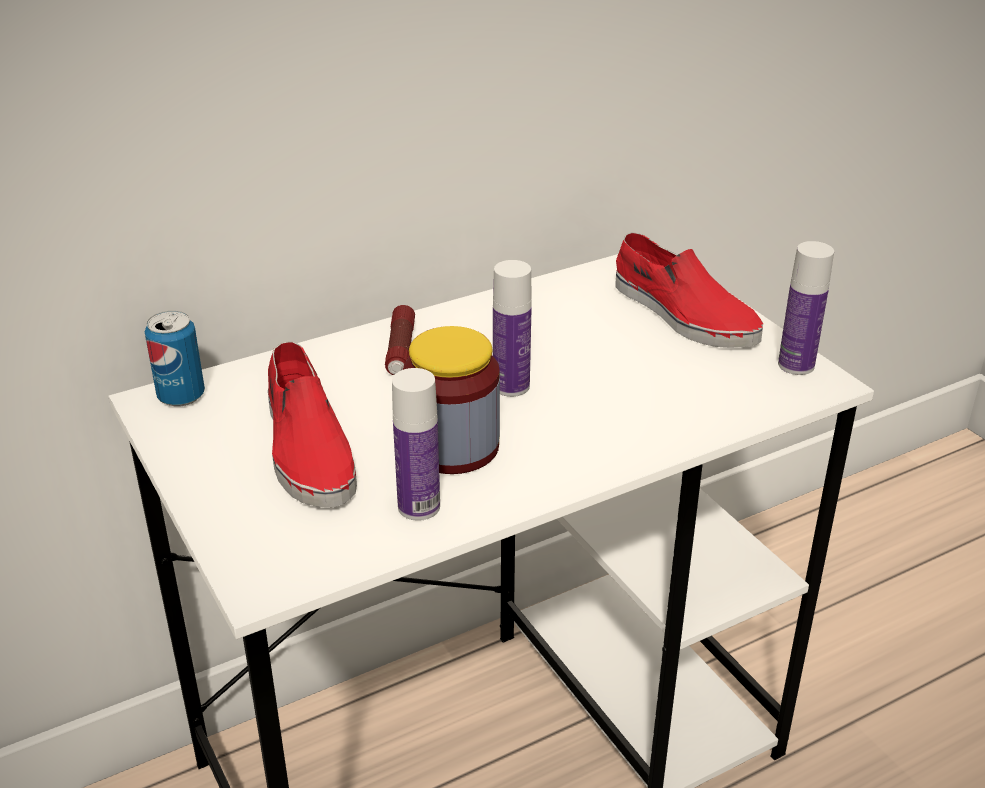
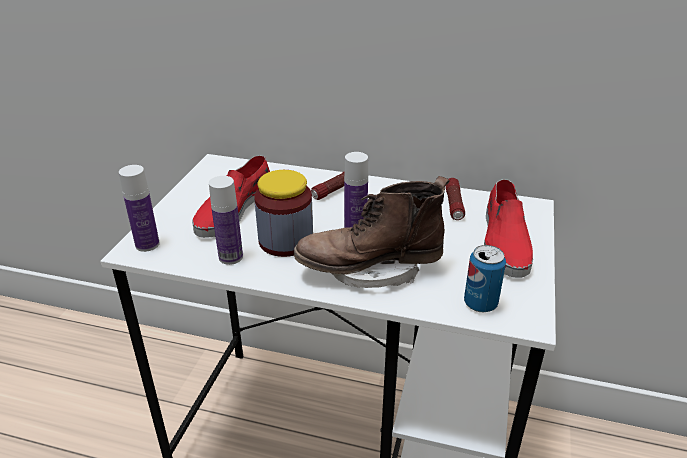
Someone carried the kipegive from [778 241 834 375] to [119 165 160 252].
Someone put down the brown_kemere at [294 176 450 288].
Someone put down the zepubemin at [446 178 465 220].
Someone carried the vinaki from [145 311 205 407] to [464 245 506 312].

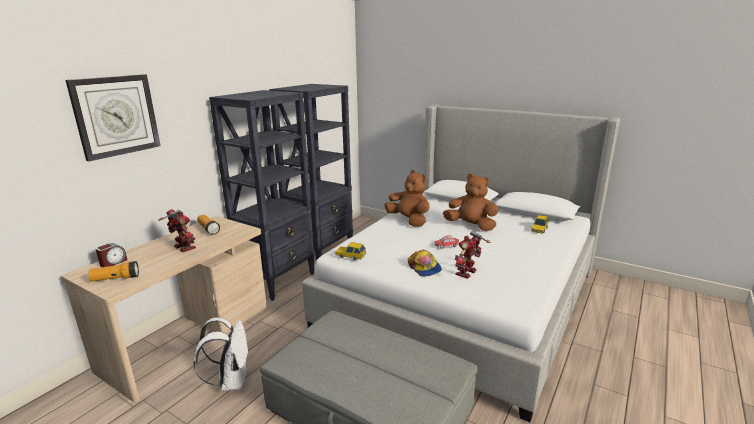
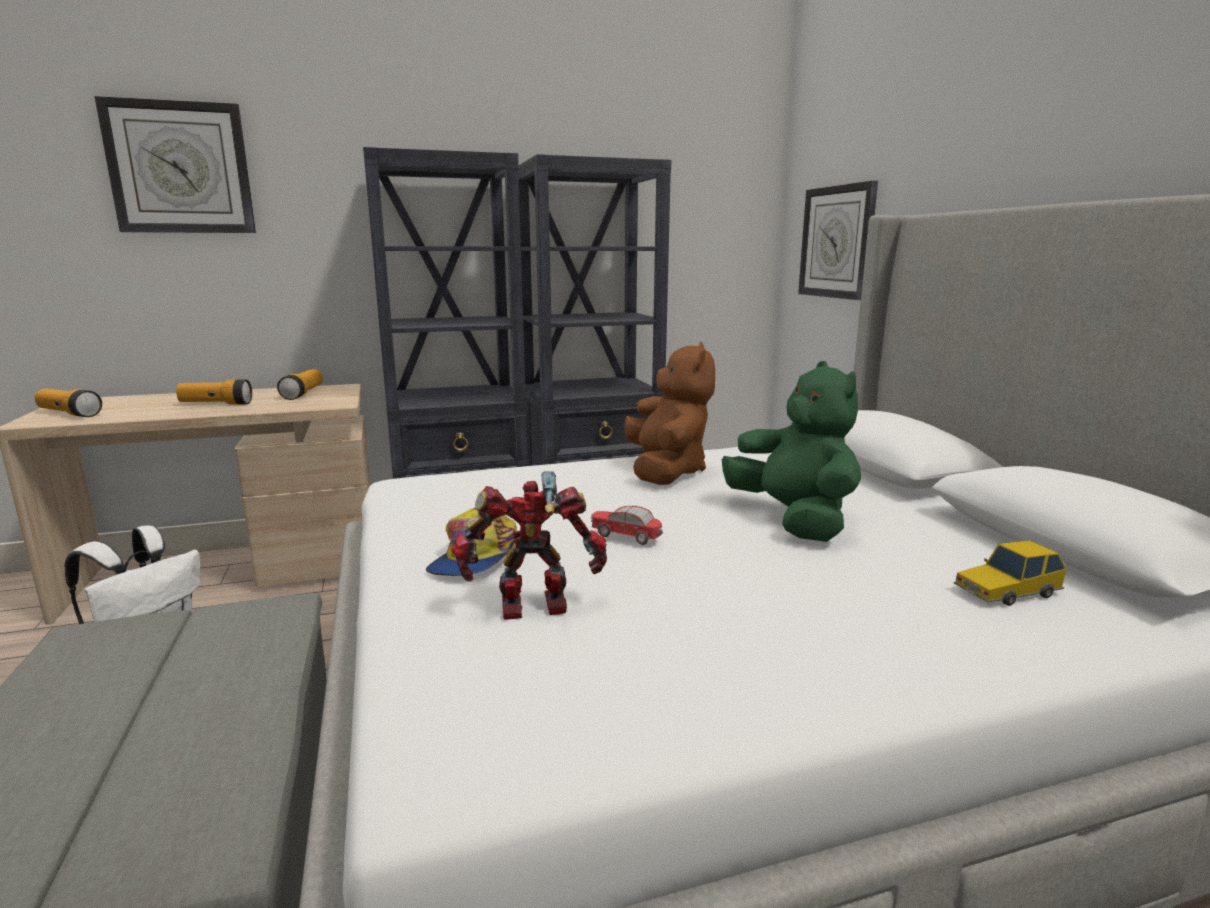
Someone swapped the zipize at [158 209 196 252] for the zepubemin at [176 379 252 405].
Someone repainted the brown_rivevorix at [443 174 499 231], which became the green_rivevorix at [722 361 861 542].
Someone put up the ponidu at [798 181 878 300].
Someone took away the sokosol at [96 243 127 267].
Someone took away the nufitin at [335 242 366 260].

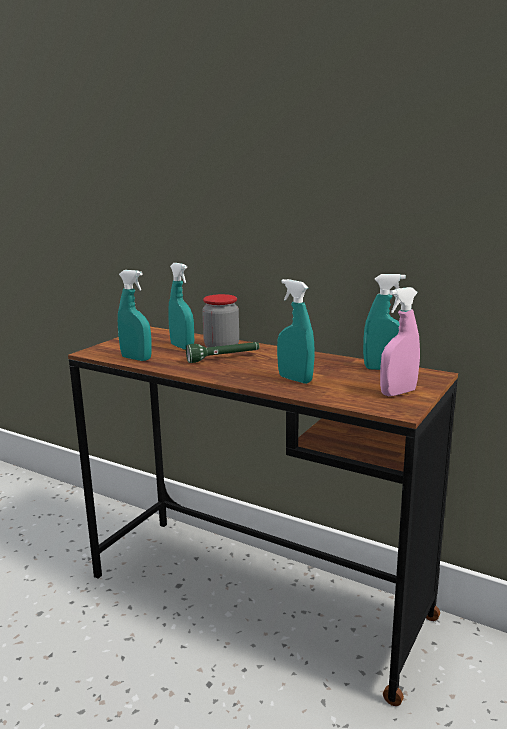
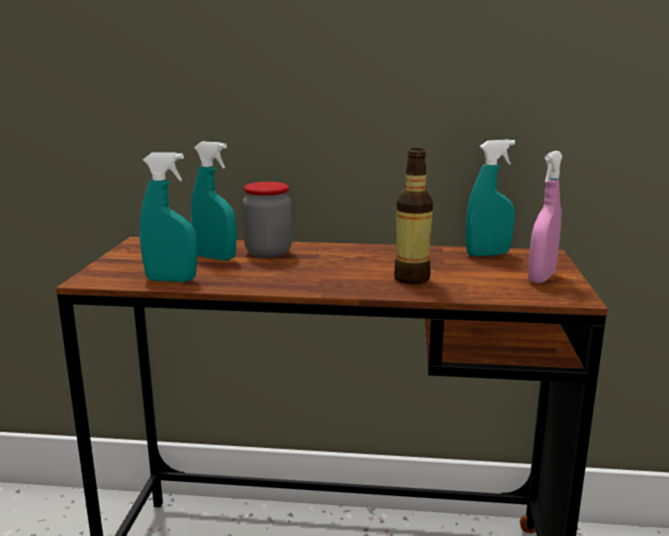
Someone swapped the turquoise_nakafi at [277 279 315 384] for the kipegive at [394 148 433 284].
Someone took away the green_zepubemin at [186 342 260 363].

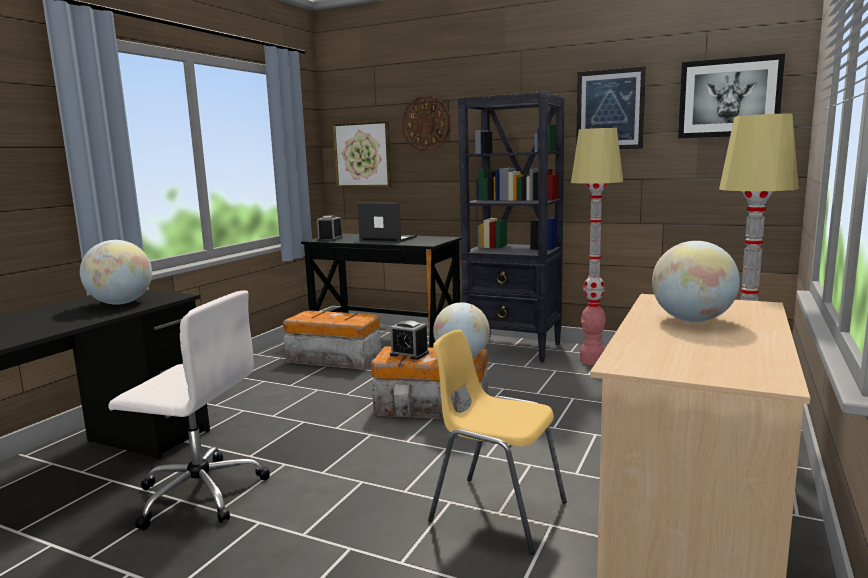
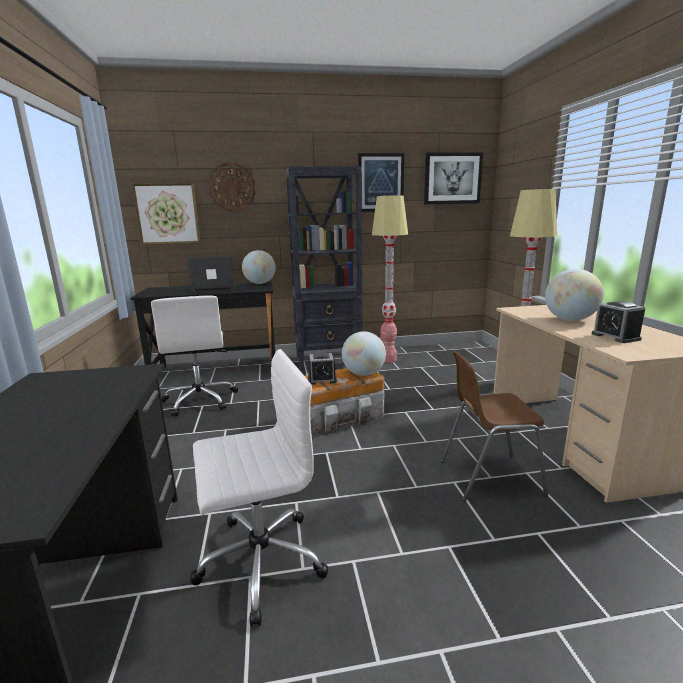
Someone swapped the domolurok at [283 311 381 370] for the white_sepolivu at [151 295 238 416].
Someone carried the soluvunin from [80 240 152 305] to [242 250 276 284].
Someone repainted the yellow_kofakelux at [428 330 567 554], which became the brown_kofakelux at [441 351 548 501].
Someone carried the sokosol from [317 216 342 241] to [592 301 645 343].

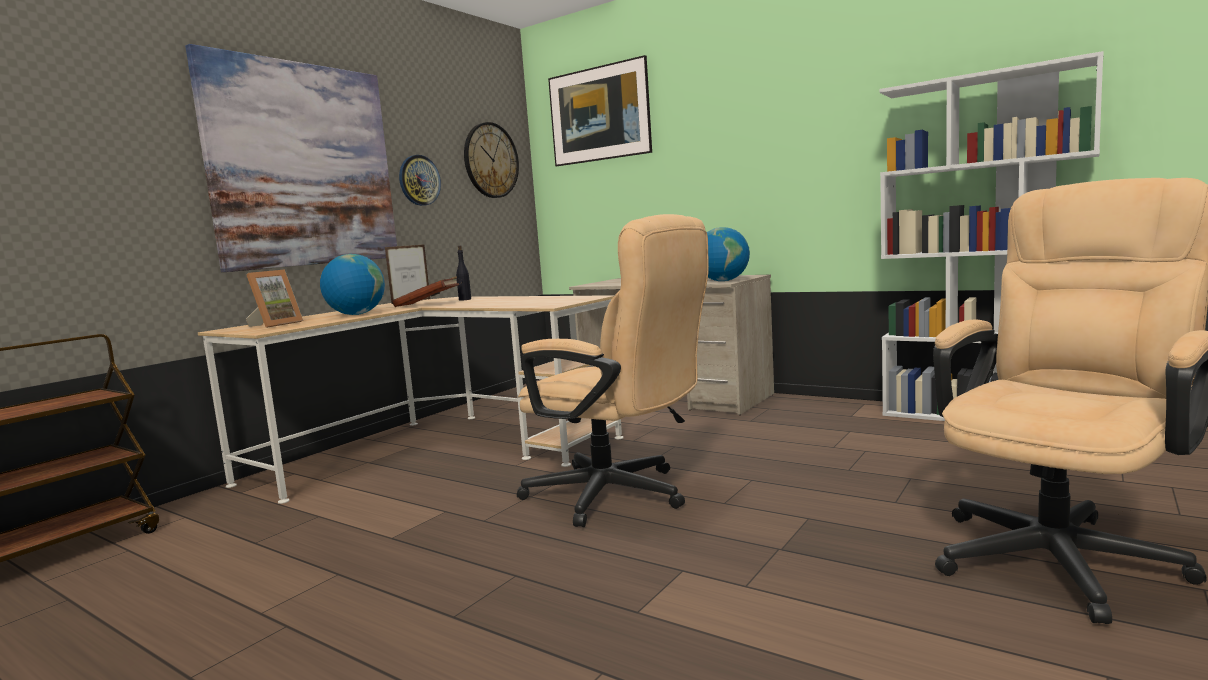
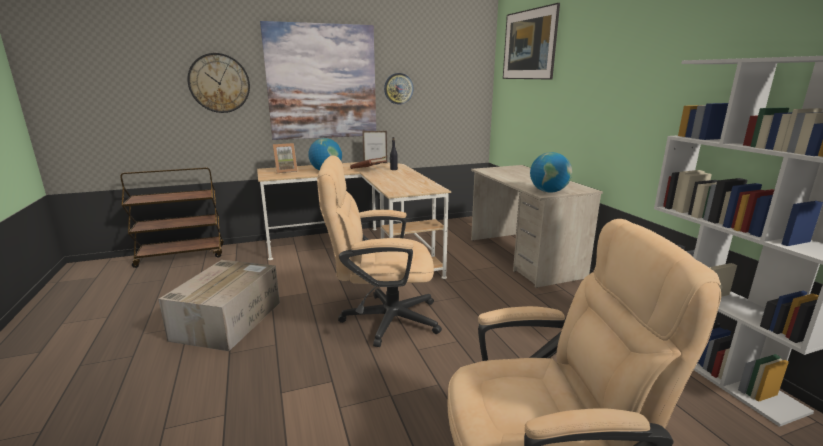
Someone put down the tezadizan at [158 260 280 351].
Someone carried the ponidu from [464 122 519 198] to [187 53 250 113].
Someone rotated the beige_sepolivu at [517 214 709 527] by 105 degrees clockwise.

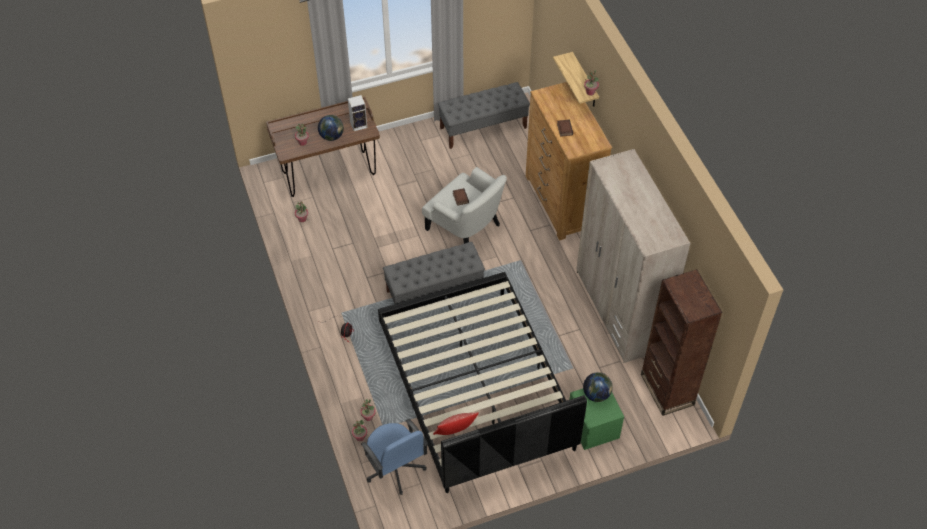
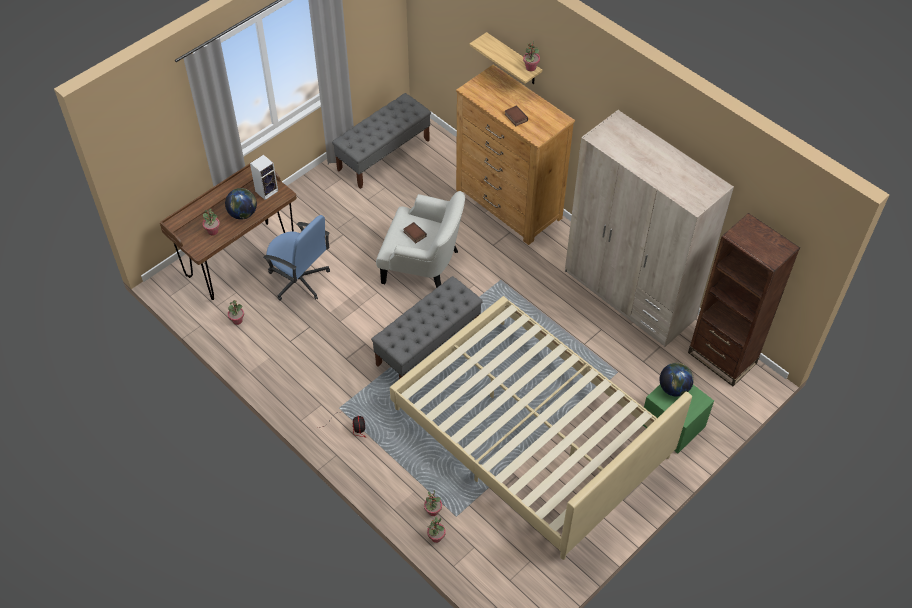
Someone carried the blue_sepolivu from [361 419 428 495] to [263 215 330 301].
Someone repainted the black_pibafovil at [378 272 587 493], which became the beige_pibafovil at [390 296 692 560].
Someone took away the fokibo at [433 412 479 435].

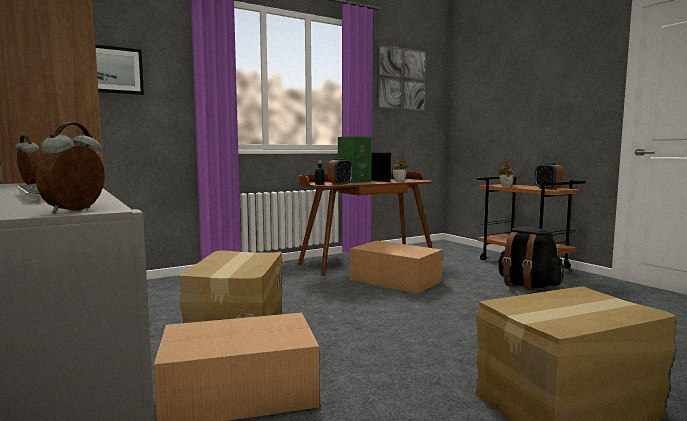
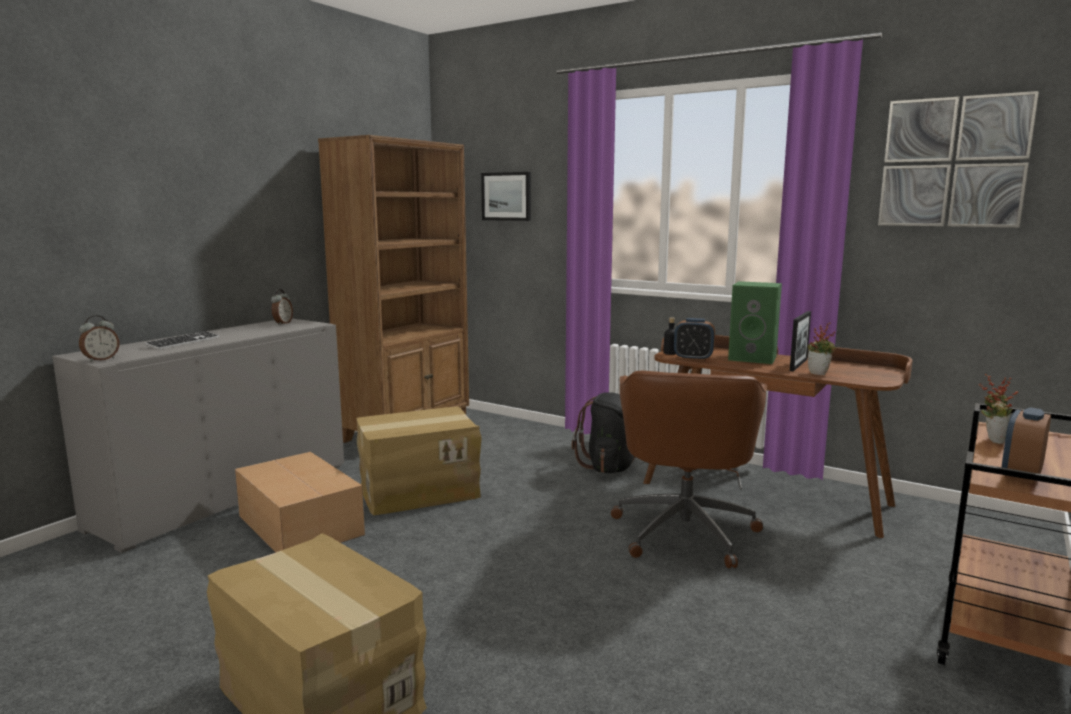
Someone rotated the sokosol at [36 122 105 213] by 135 degrees clockwise.
Someone carried the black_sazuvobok from [498 227 564 291] to [572 392 635 473].
Someone swapped the tezadizan at [350 241 443 294] for the brown_sepolivu at [611 371 767 568].

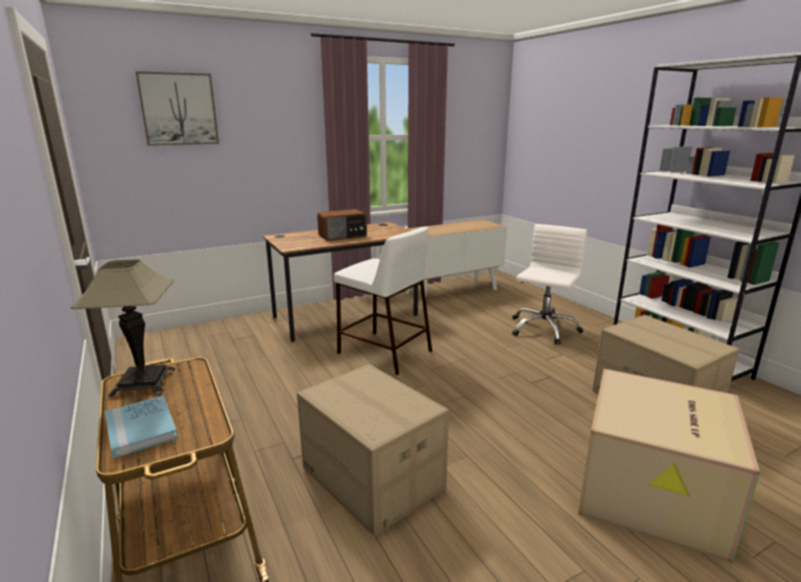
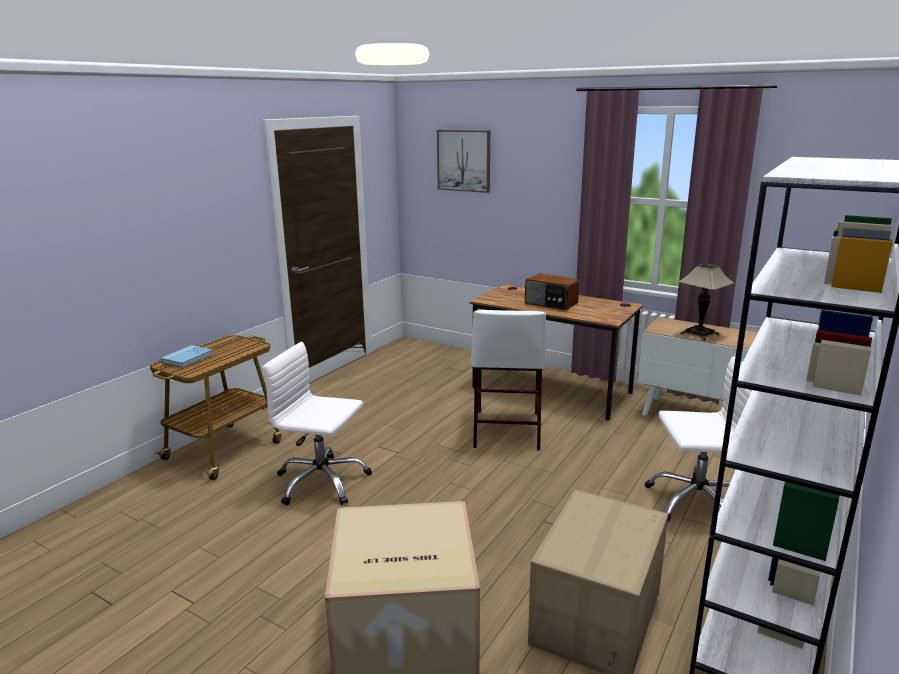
Someone swapped the tezadizan at [297 364 449 537] for the white_sepolivu at [262 342 372 505].
Someone carried the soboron from [71 259 175 397] to [678 264 735 341].

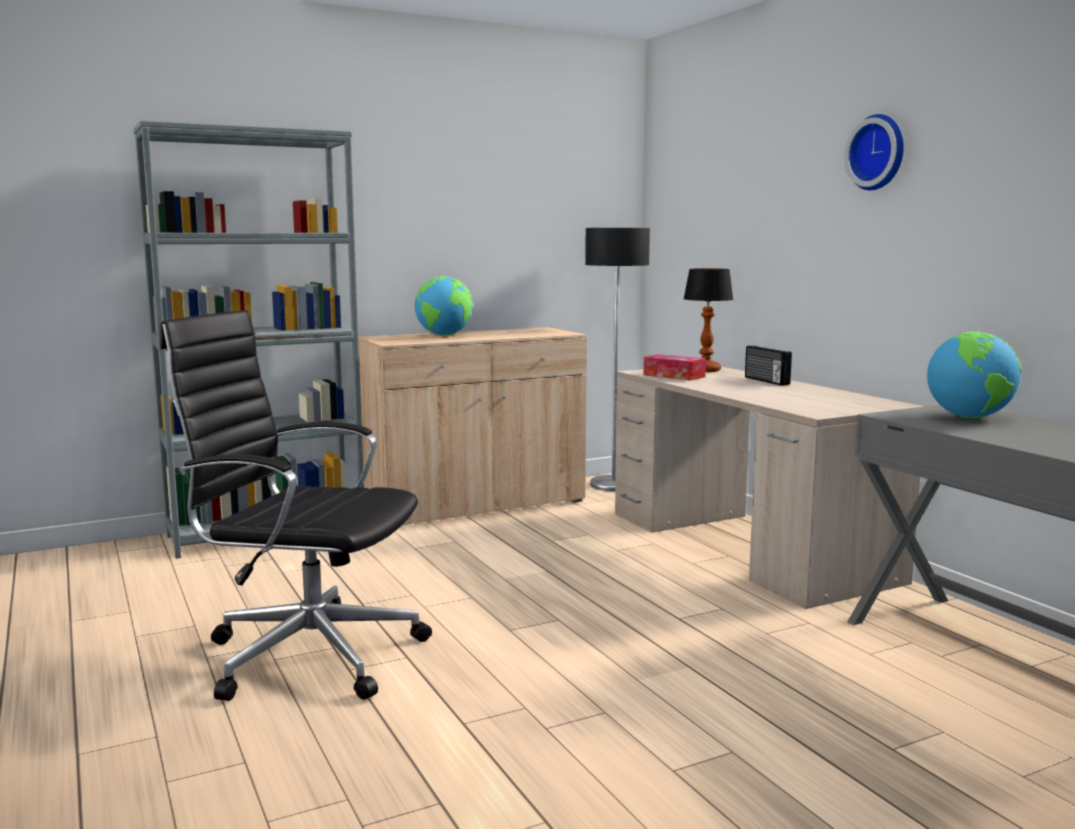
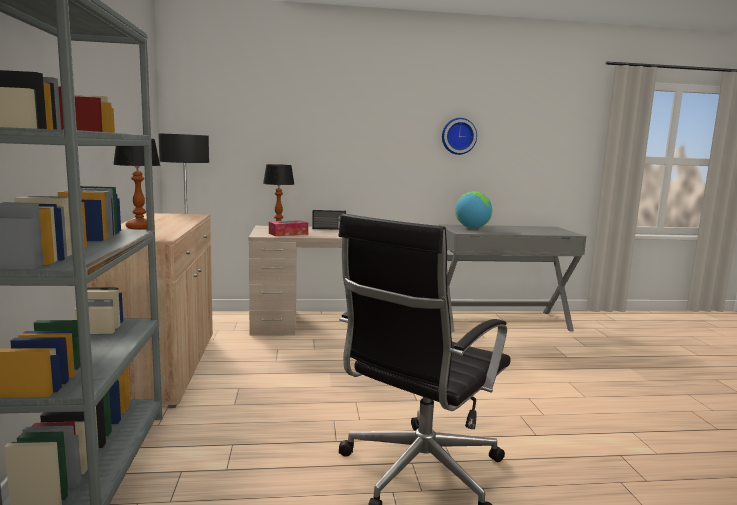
Someone swapped the soluvunin at [415 276 473 336] for the soboron at [113 139 160 229].
Someone carried the ponidu from [844 114 904 190] to [442 118 477 155].

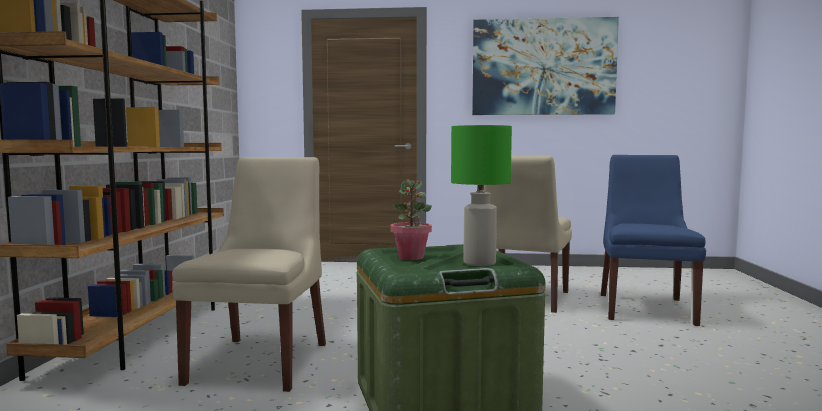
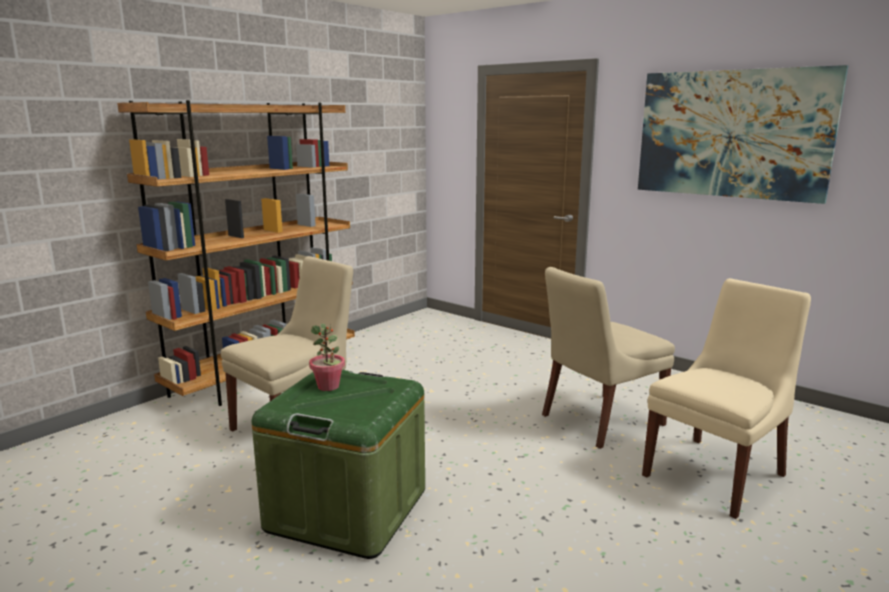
Someone repainted the blue_kofakelux at [601 155 706 326], which became the beige_kofakelux at [642 278 811 519].
Someone took away the green_soboron at [451 125 512 266].

